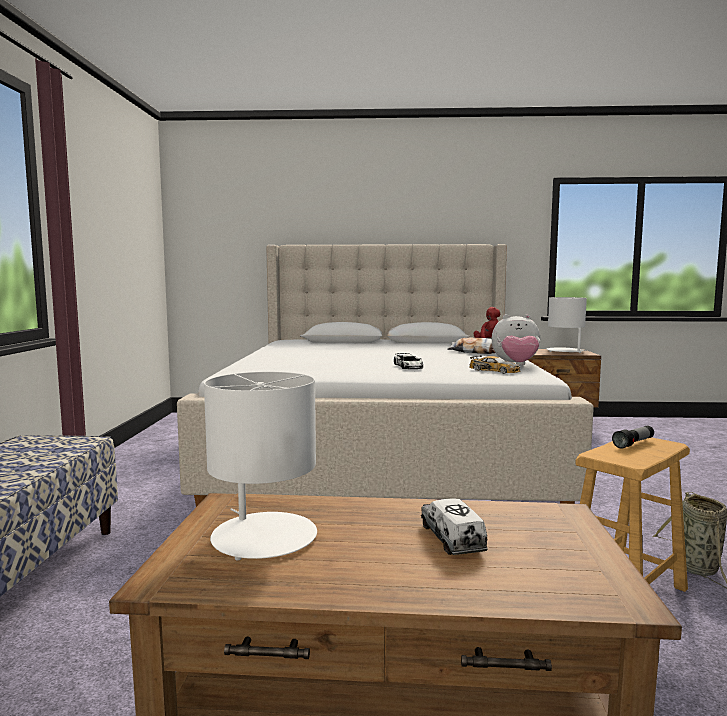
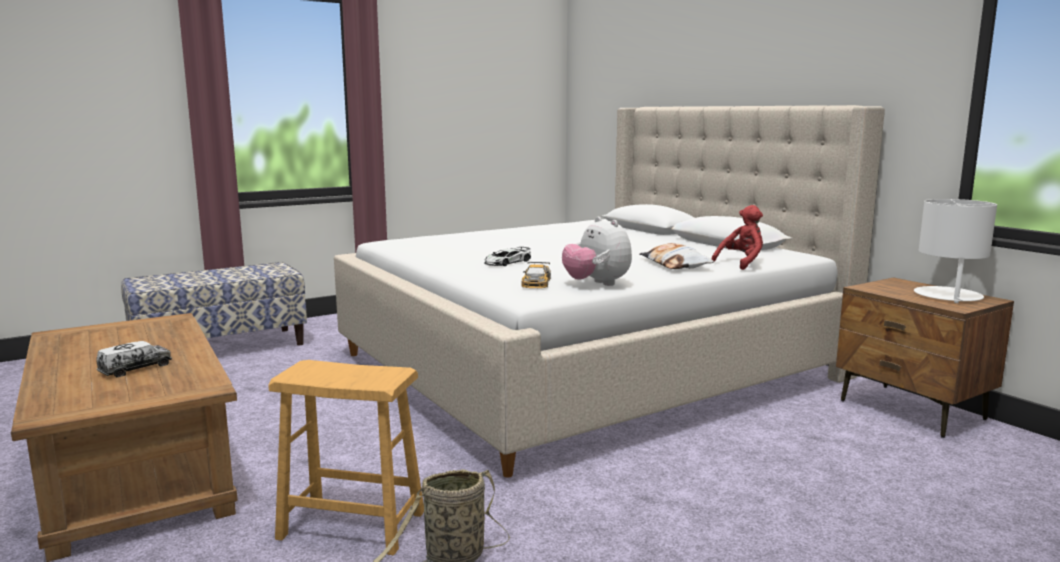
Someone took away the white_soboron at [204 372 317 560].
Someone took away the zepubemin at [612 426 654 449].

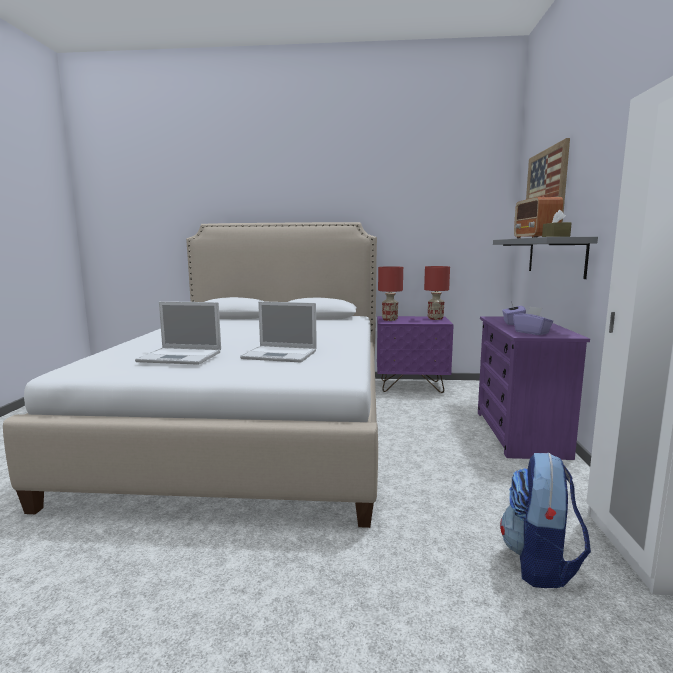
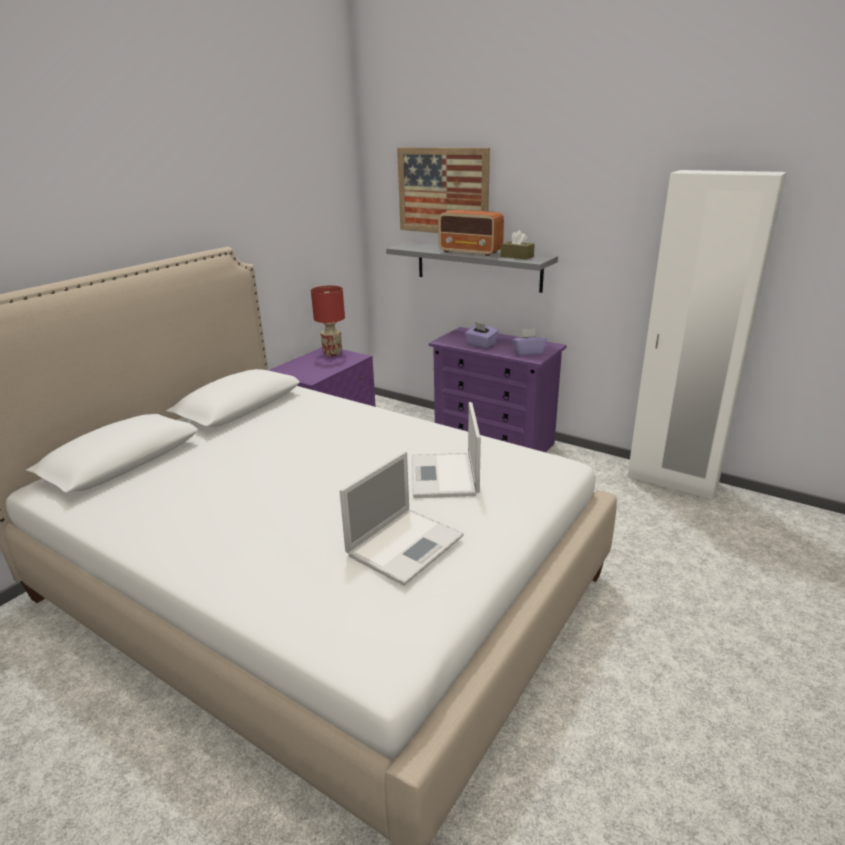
Someone rotated the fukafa at [240 301 317 363] by 135 degrees clockwise.
Someone took away the red_soboron at [378 266 403 321].
Someone took away the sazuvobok at [500 453 591 588].

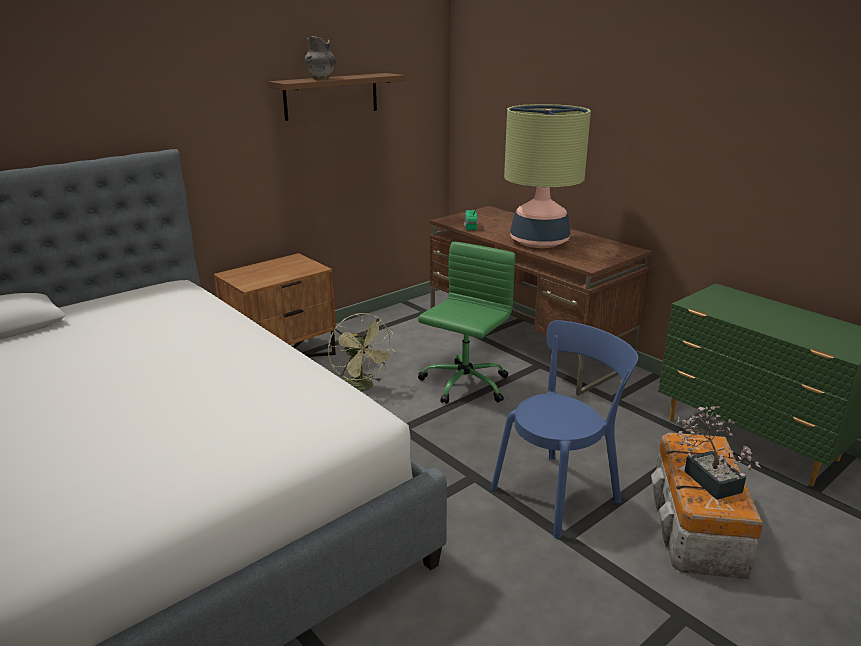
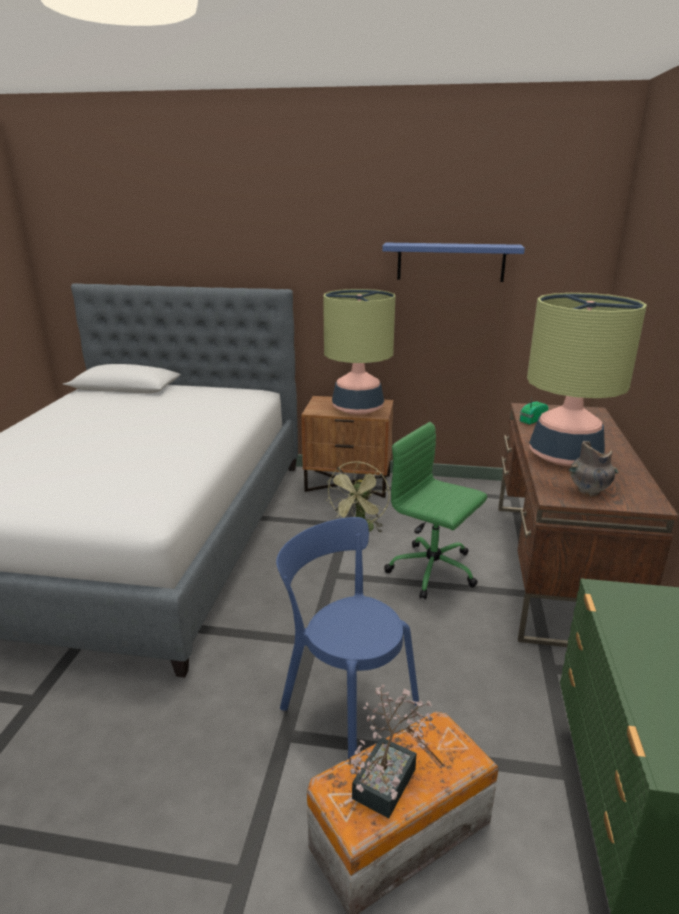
Someone rotated the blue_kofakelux at [491 320 638 539] by 150 degrees counterclockwise.
Someone put down the soboron at [323 289 395 415].
Someone repainted the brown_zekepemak at [269 73 404 121], which became the blue_zekepemak at [382 243 525 282].
Someone rotated the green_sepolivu at [418 242 516 404] by 135 degrees counterclockwise.
Someone carried the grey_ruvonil from [304 36 336 80] to [569 441 619 497].

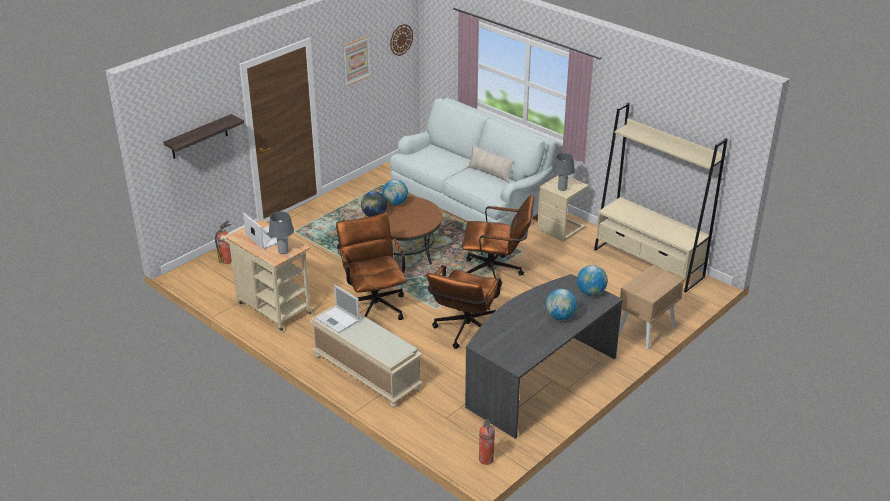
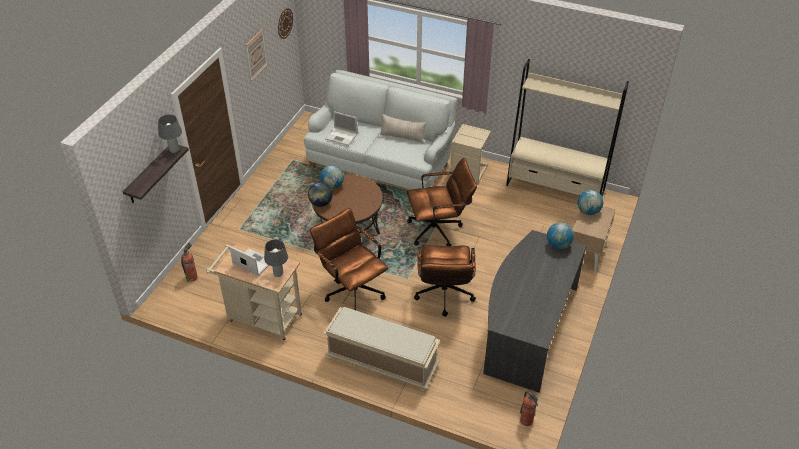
Someone carried the grey_soboron from [553 153 575 191] to [158 114 182 153].
Someone carried the fukafa from [316 285 360 333] to [325 111 358 146].
Someone carried the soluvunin from [546 289 577 320] to [578 190 603 215].

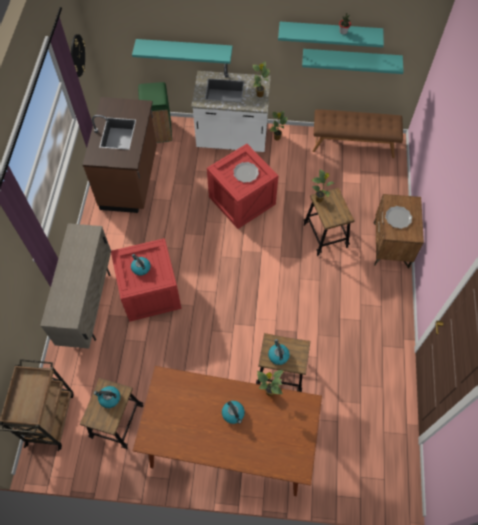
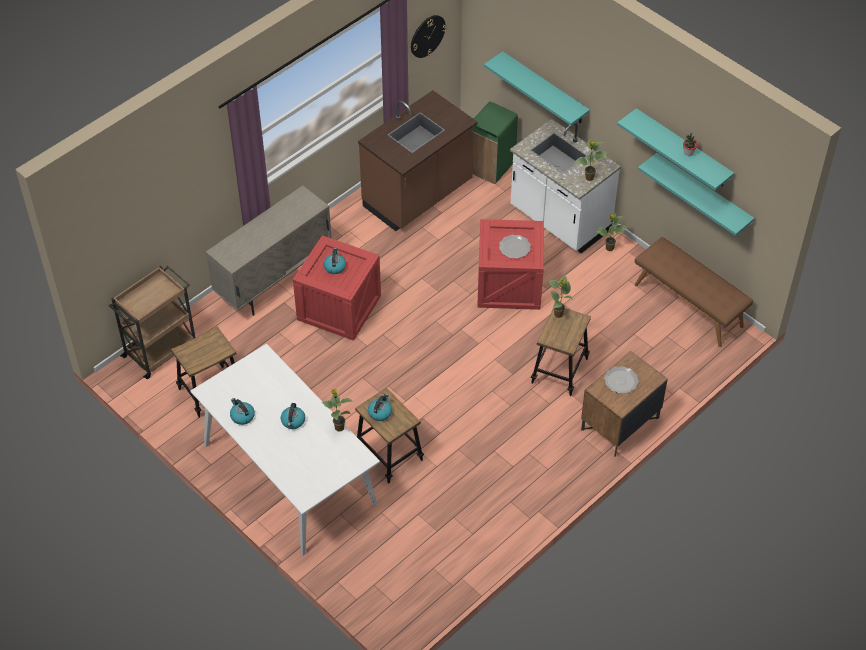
Someone repainted the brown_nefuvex at [133 366 322 496], which became the white_nefuvex at [190 344 380 556].
Someone carried the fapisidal from [94 386 120 408] to [230 398 255 425].

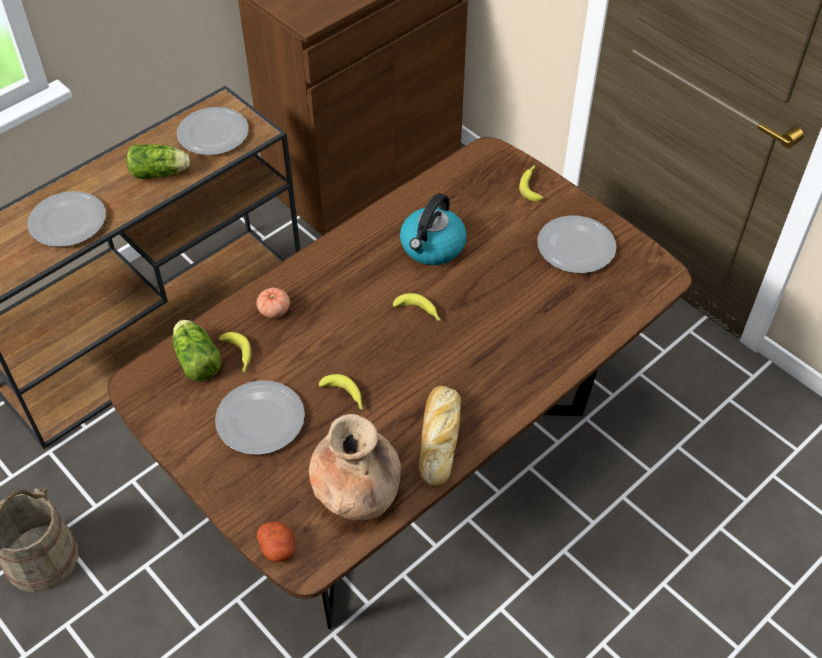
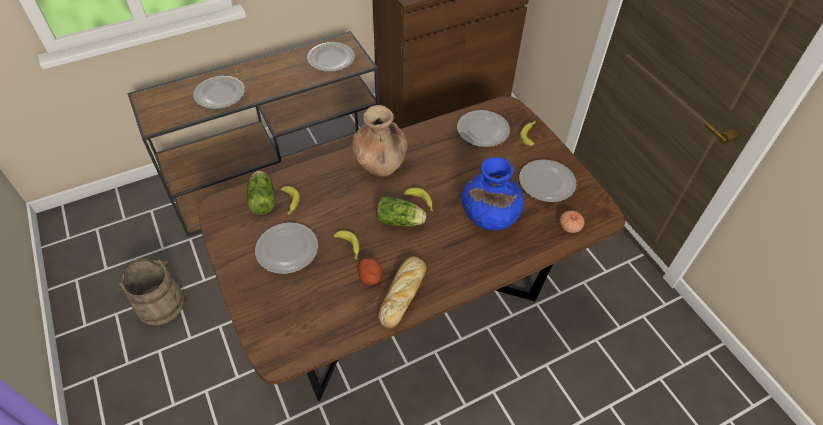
Someone carried the brown_ruvonil from [309 414 401 521] to [352 105 408 176].
Someone carried the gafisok from [257 521 295 563] to [358 258 382 285].
Someone carried the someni from [127 144 190 179] to [376 196 426 227].
Someone put down the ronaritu at [457 110 510 147].
Someone put down the blue_ruvonil at [462 157 524 231].
Someone carried the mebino from [256 288 290 318] to [560 211 584 233].
Someone took away the fapisidal at [400 193 467 265].

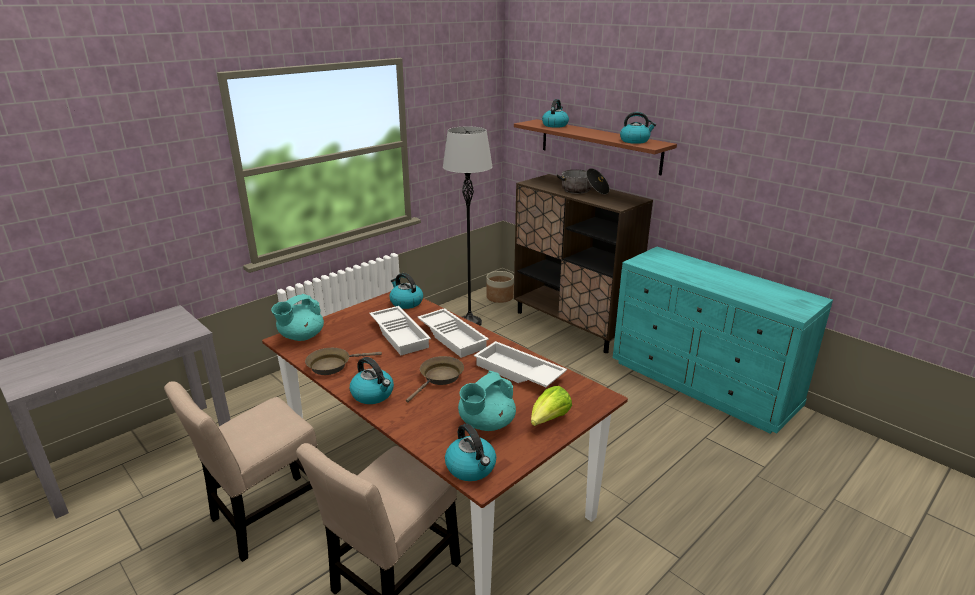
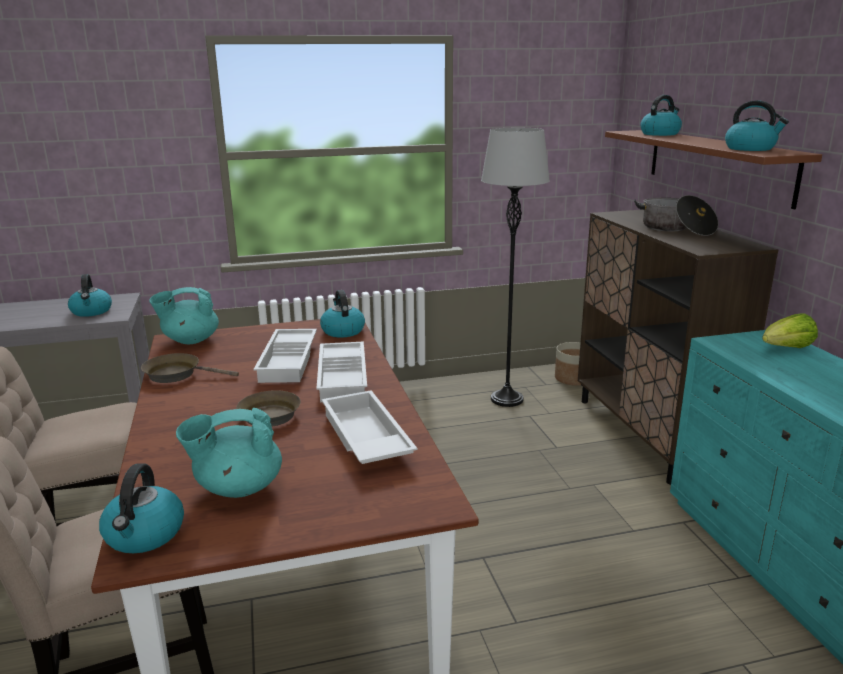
Someone carried the fapisidal from [350 357 394 404] to [68 274 112 317].
Someone carried the someni from [531 386 572 426] to [762 313 818 348].

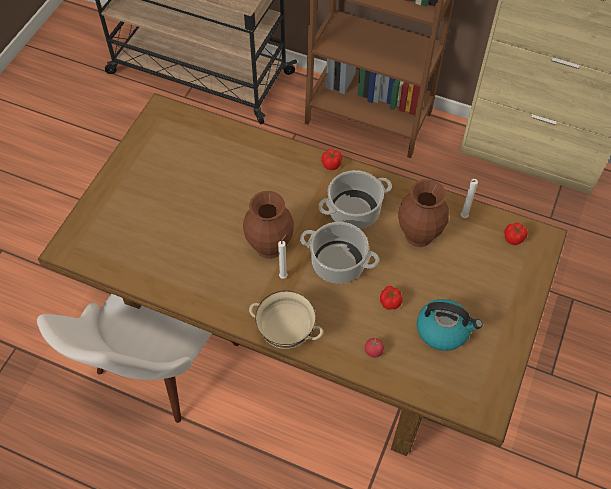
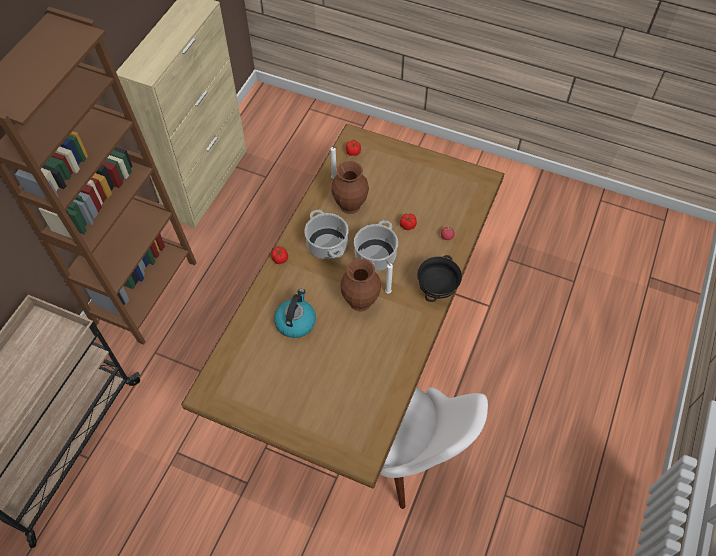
Someone carried the fapisidal from [417 299 482 351] to [274 289 316 338].
Someone repainted the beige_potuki at [249 290 323 349], which became the black_potuki at [417 255 462 302].

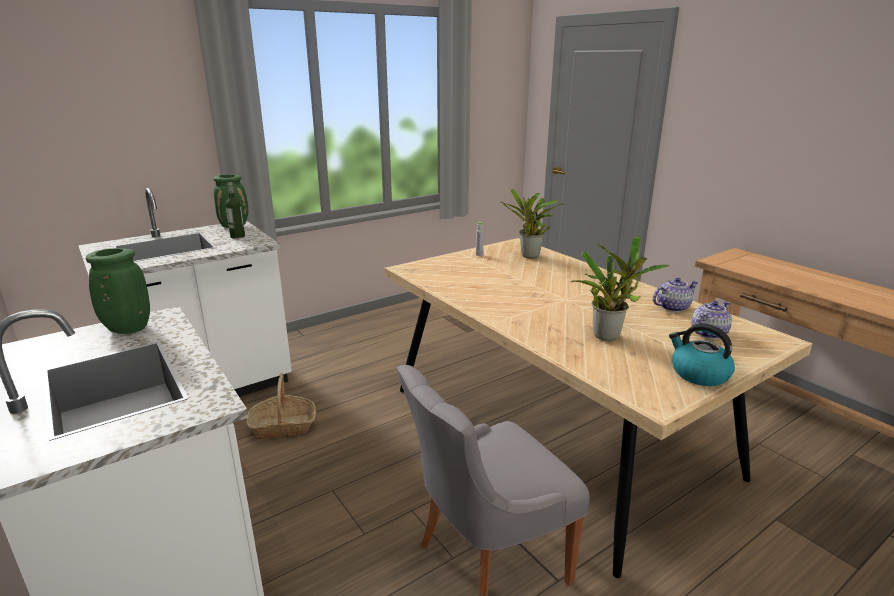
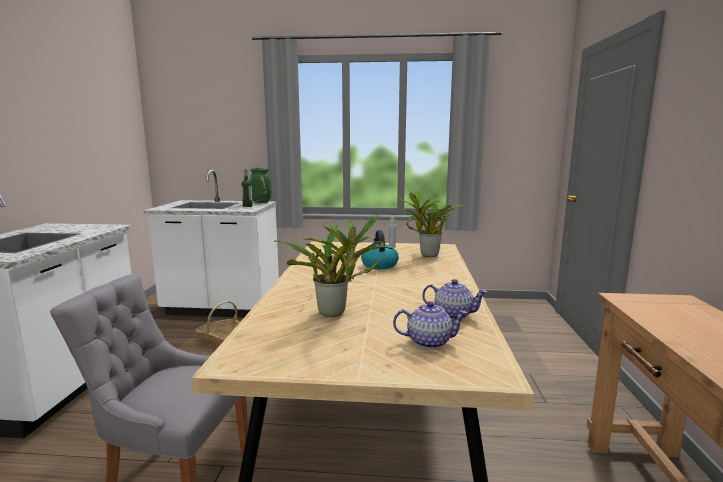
Someone carried the fapisidal from [669 324 735 386] to [361 230 399 269].
Someone took away the green_ruvonil at [86 248 150 334].

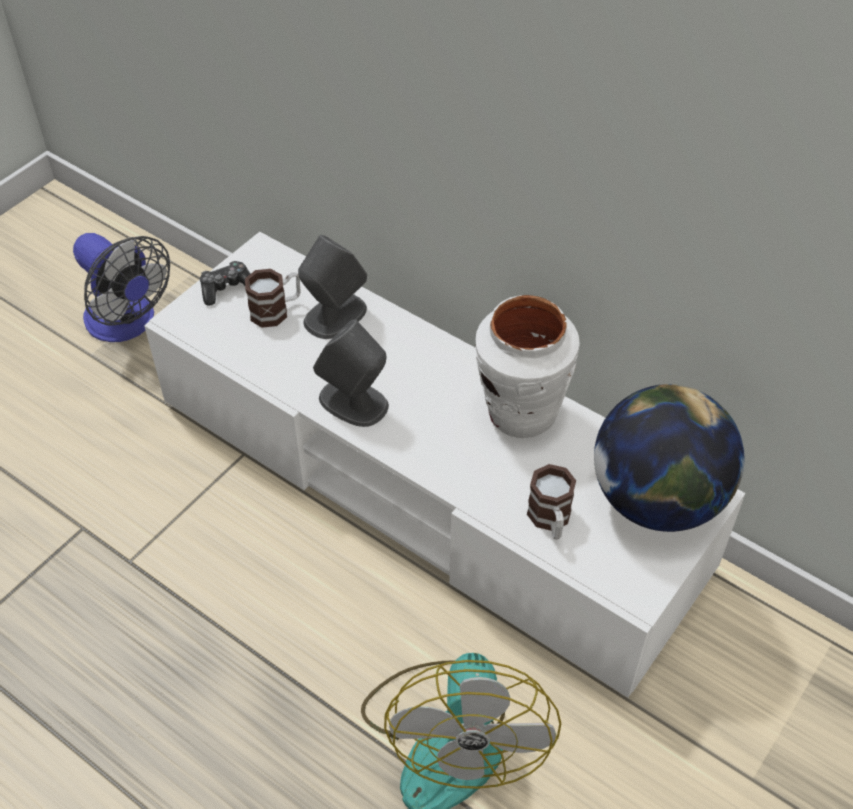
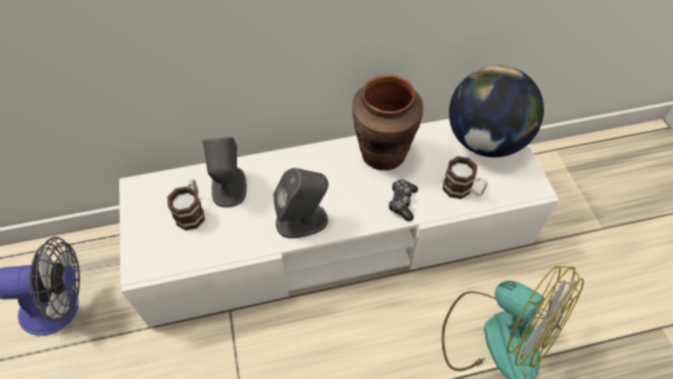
Someone repainted the white_ruvonil at [475 295 580 438], which became the brown_ruvonil at [352 75 423 170].
Someone carried the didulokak from [200 261 250 306] to [388 179 418 221].

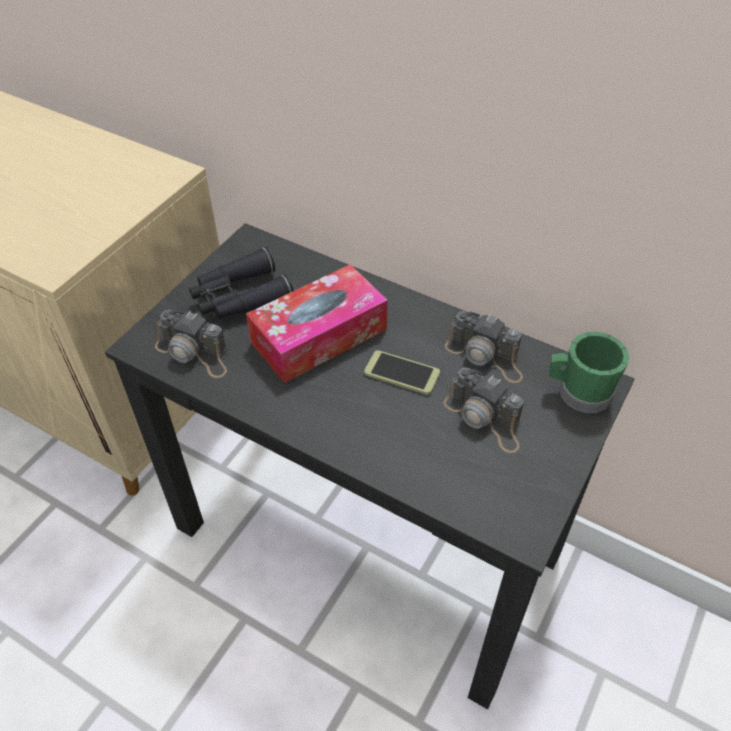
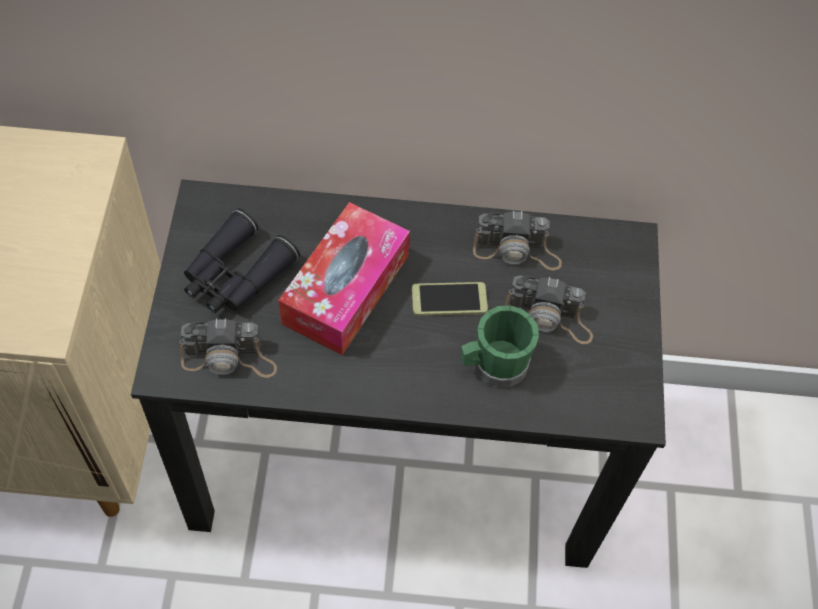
Someone carried the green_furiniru from [549 332 629 413] to [461 306 539 388].

